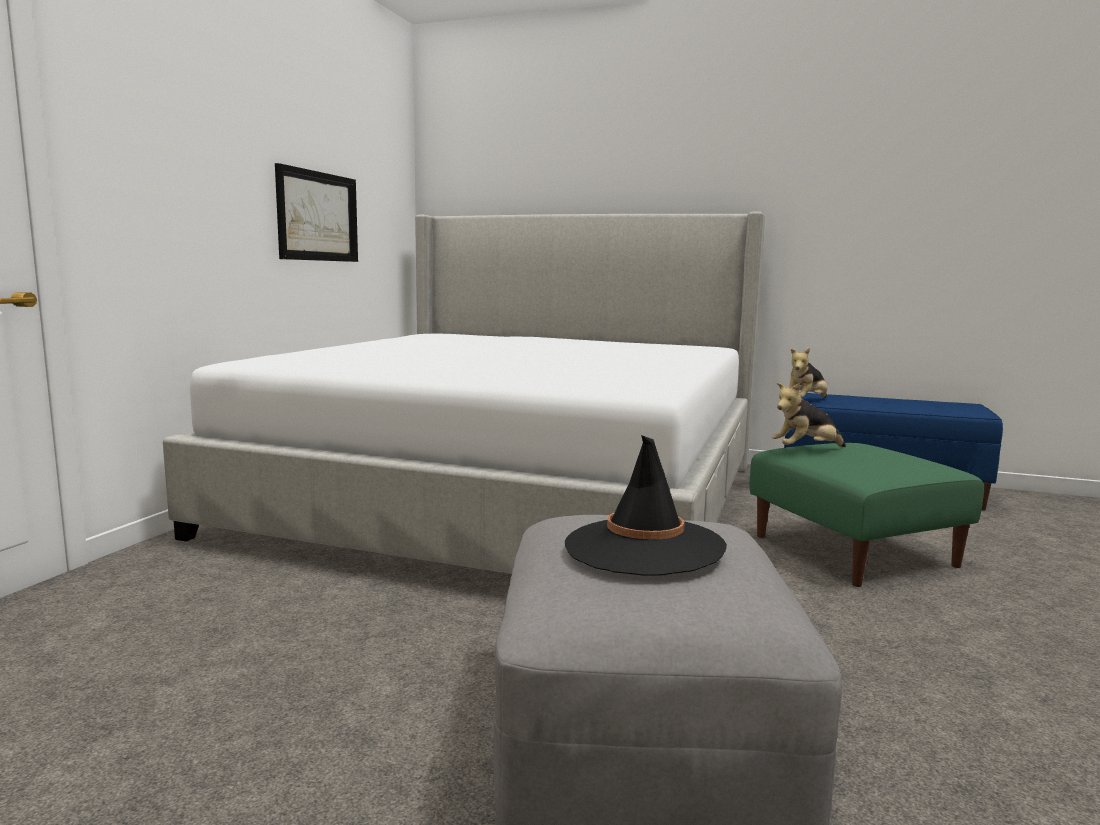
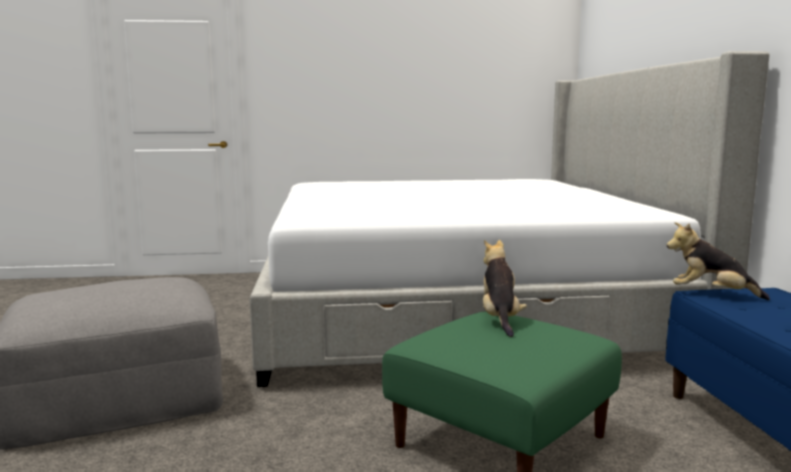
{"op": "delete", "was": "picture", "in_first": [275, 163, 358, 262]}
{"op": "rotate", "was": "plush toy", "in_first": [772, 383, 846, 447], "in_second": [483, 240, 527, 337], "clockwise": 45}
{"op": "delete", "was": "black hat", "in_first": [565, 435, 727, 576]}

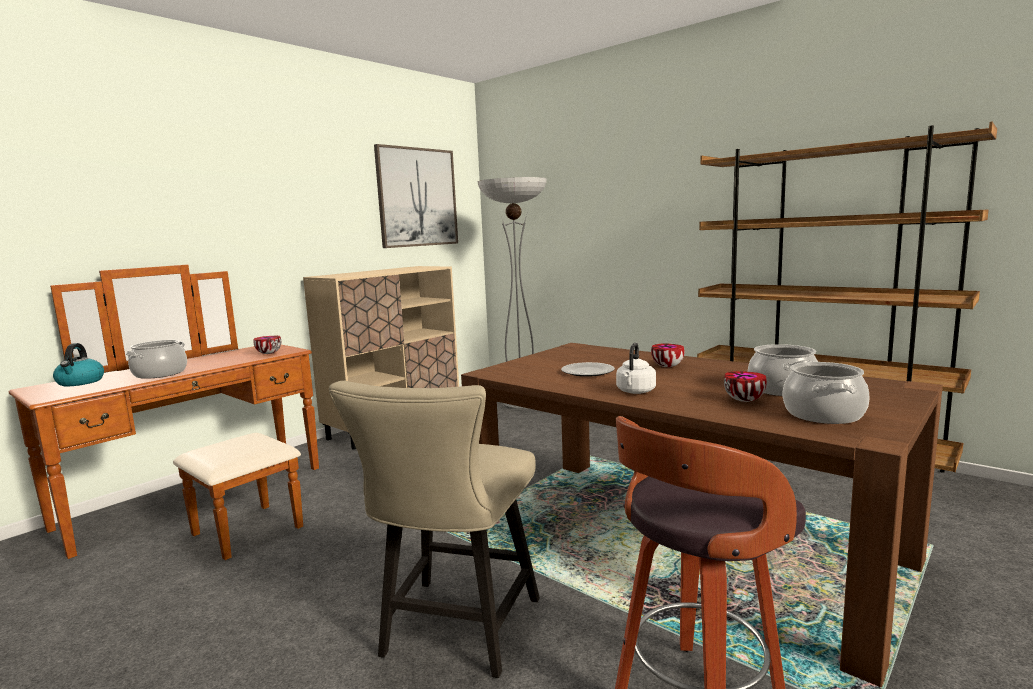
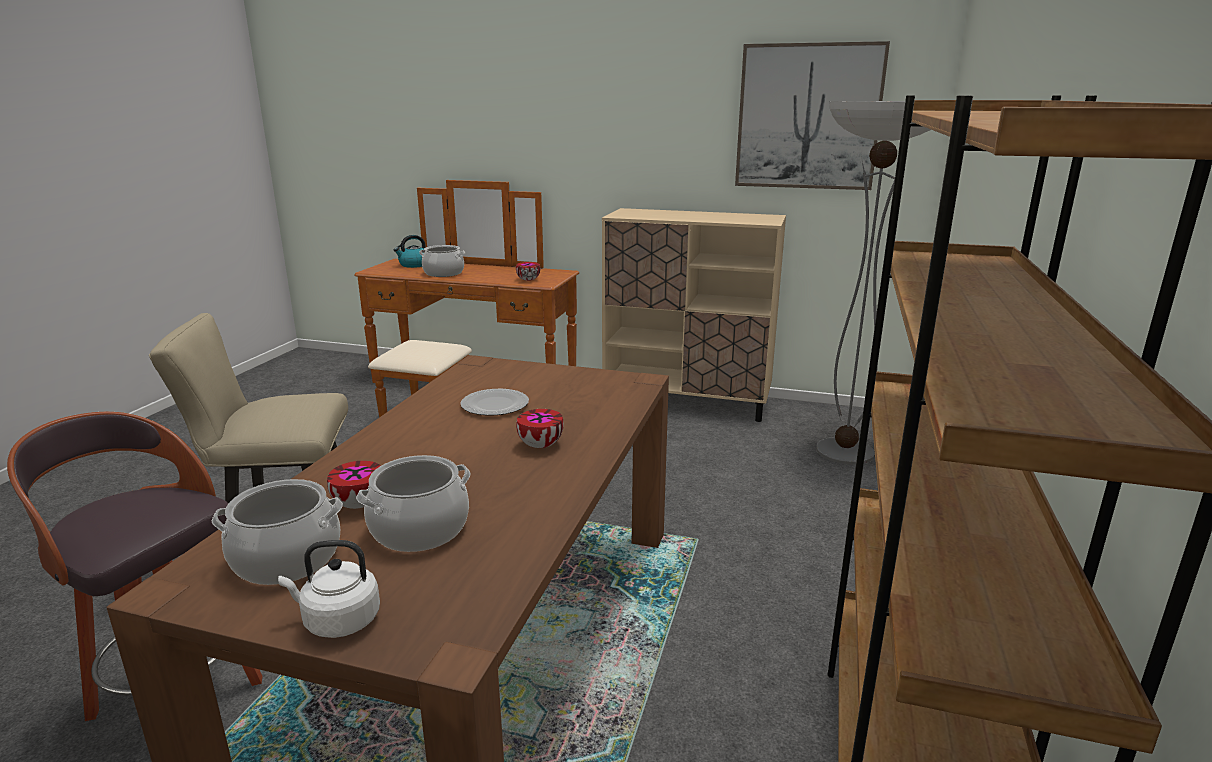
{"op": "move", "was": "white kettle", "in_first": [616, 342, 656, 394], "in_second": [278, 540, 380, 638]}

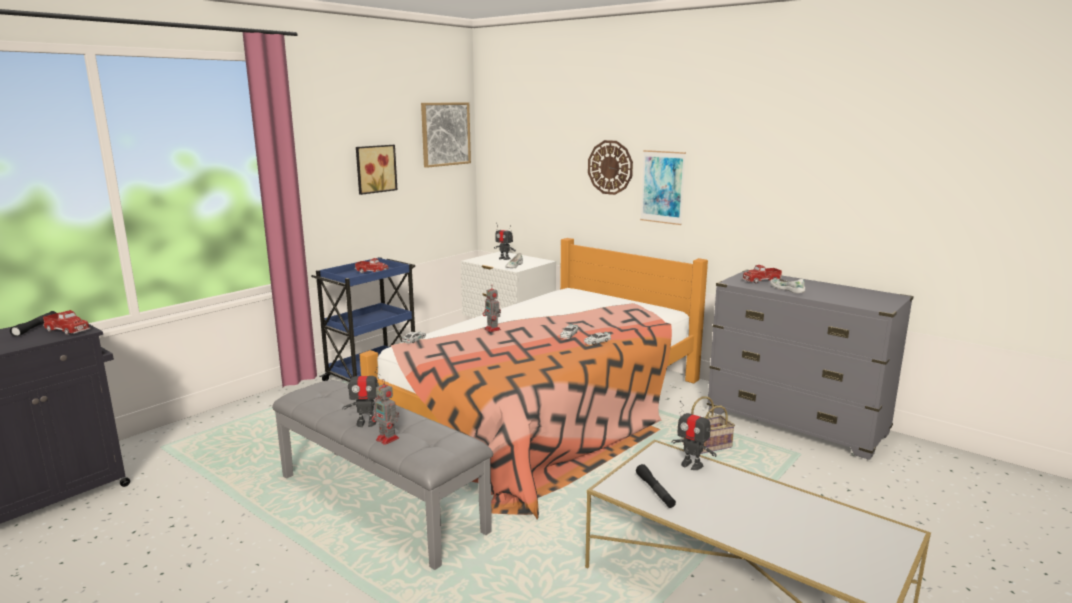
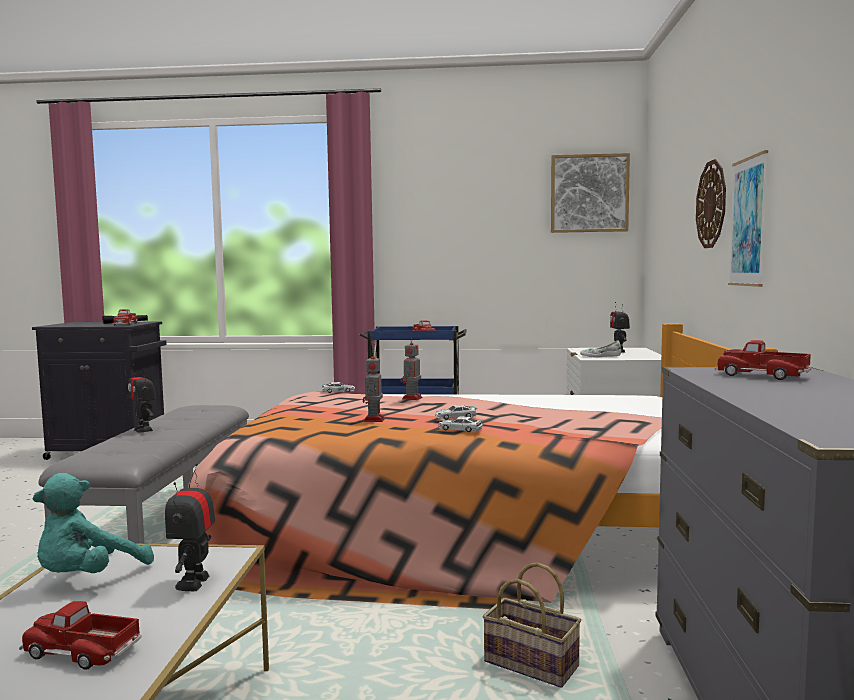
{"op": "delete", "was": "picture", "in_first": [356, 145, 397, 195]}
{"op": "delete", "was": "white shoe", "in_first": [770, 279, 805, 293]}
{"op": "move", "was": "toy robot", "in_first": [372, 380, 399, 445], "in_second": [363, 351, 385, 422]}
{"op": "replace", "was": "black flashlight", "now": "turquoise plush toy", "in_first": [636, 464, 676, 508], "in_second": [32, 473, 154, 573]}
{"op": "insert", "now": "toy truck", "in_second": [19, 601, 142, 670]}

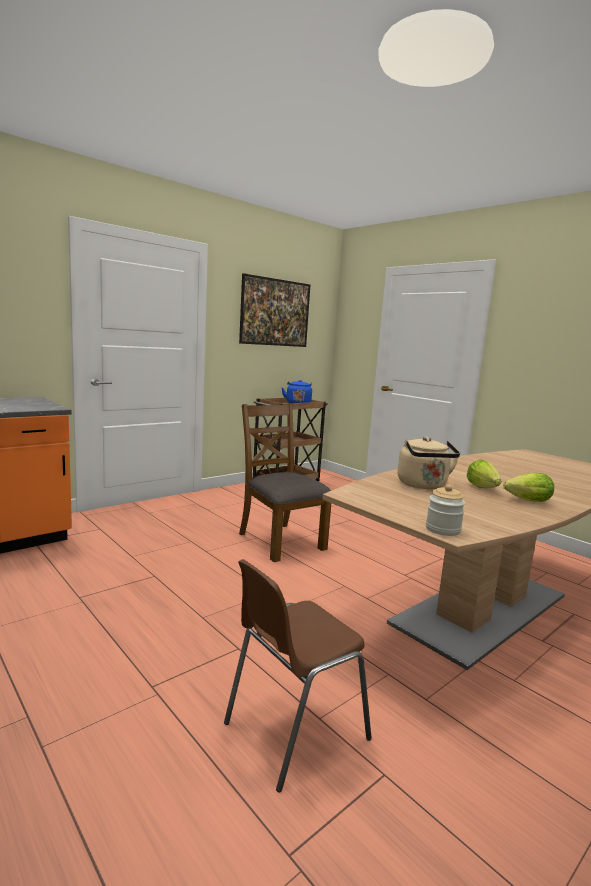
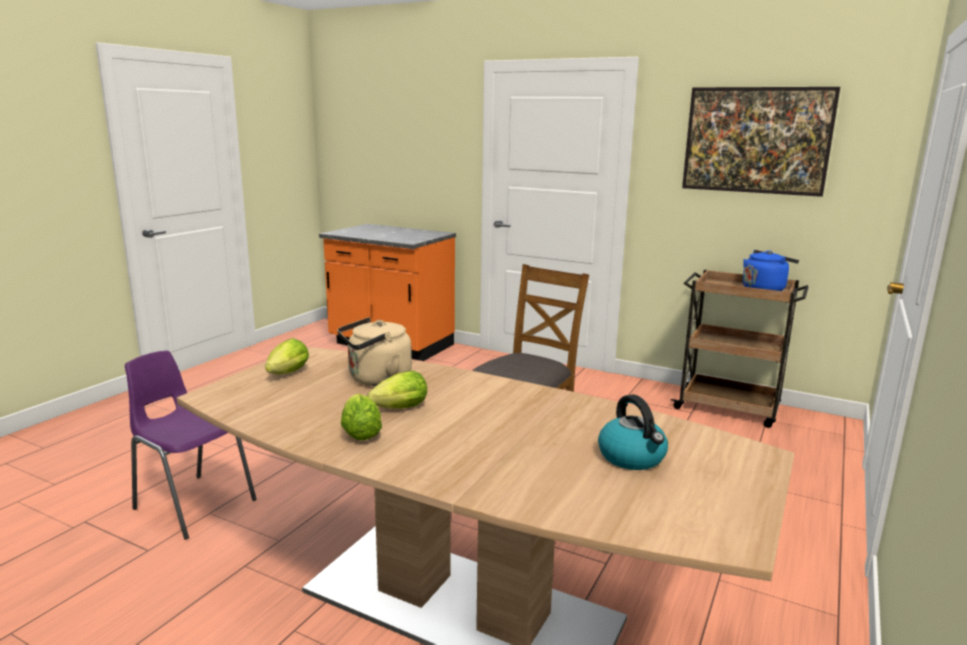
{"op": "delete", "was": "jar", "in_first": [426, 485, 465, 536]}
{"op": "recolor", "was": "brown chair", "now": "purple chair", "in_first": [224, 559, 372, 793], "in_second": [125, 351, 256, 539]}
{"op": "insert", "now": "lettuce", "in_second": [265, 338, 309, 375]}
{"op": "insert", "now": "kettle", "in_second": [598, 394, 668, 470]}

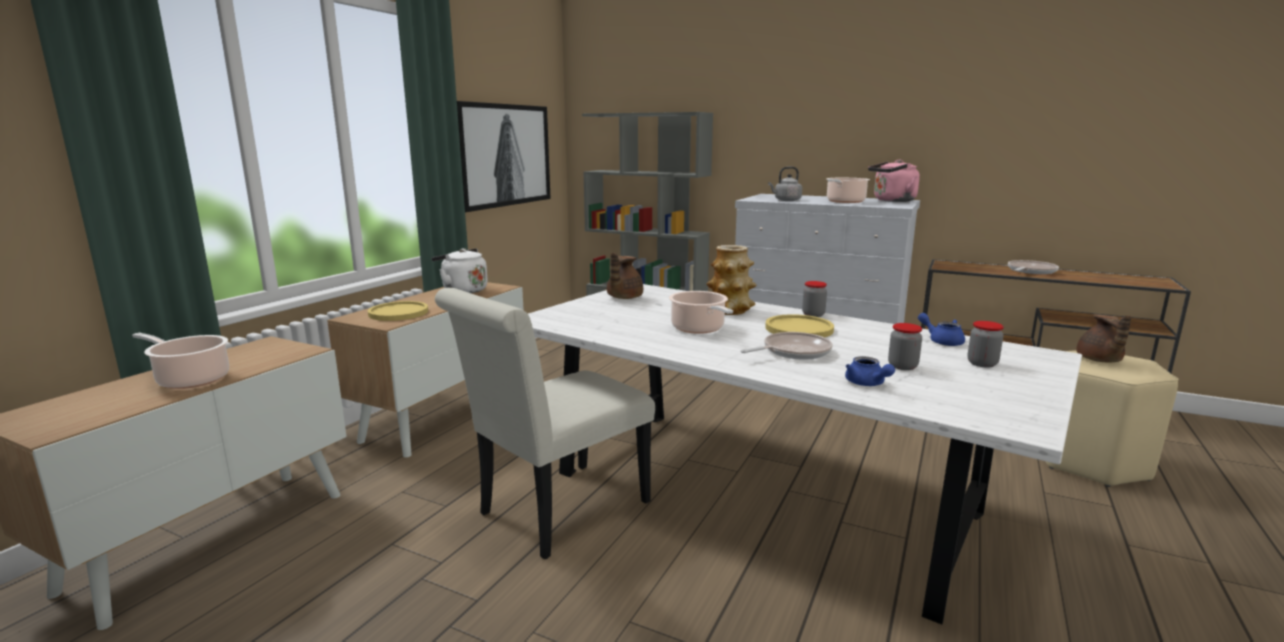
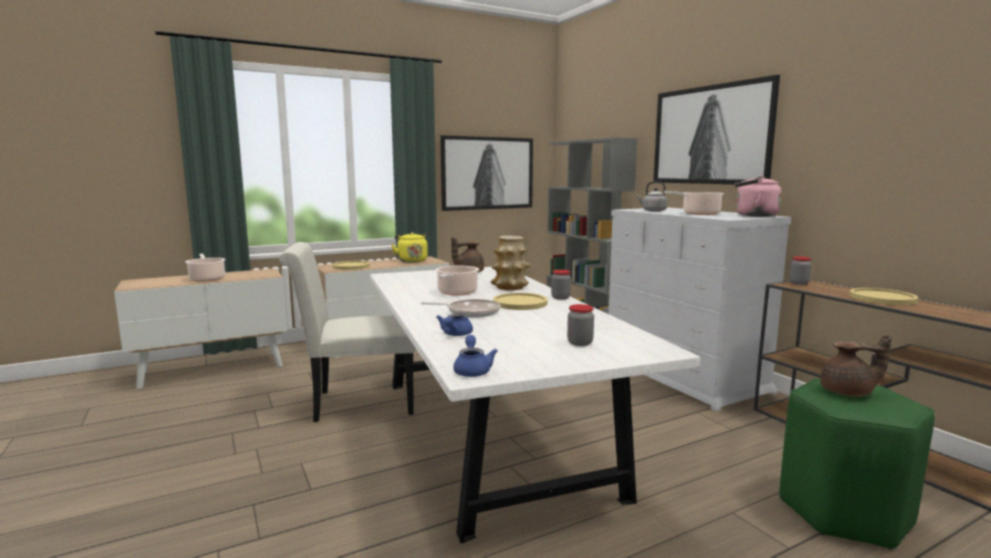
{"op": "recolor", "was": "white kettle", "now": "yellow kettle", "in_first": [431, 248, 488, 293], "in_second": [391, 232, 428, 263]}
{"op": "replace", "was": "frying pan", "now": "yellow plate", "in_first": [1008, 260, 1059, 274], "in_second": [850, 288, 918, 305]}
{"op": "move", "was": "blue teapot", "in_first": [918, 313, 965, 346], "in_second": [453, 335, 498, 377]}
{"op": "rotate", "was": "brown teapot", "in_first": [1076, 315, 1131, 362], "in_second": [820, 335, 892, 397], "clockwise": -120}
{"op": "move", "was": "jar", "in_first": [888, 323, 922, 370], "in_second": [789, 256, 812, 285]}
{"op": "recolor", "was": "beige stool", "now": "green stool", "in_first": [1045, 350, 1179, 487], "in_second": [779, 378, 935, 550]}
{"op": "insert", "now": "picture", "in_second": [653, 75, 780, 184]}

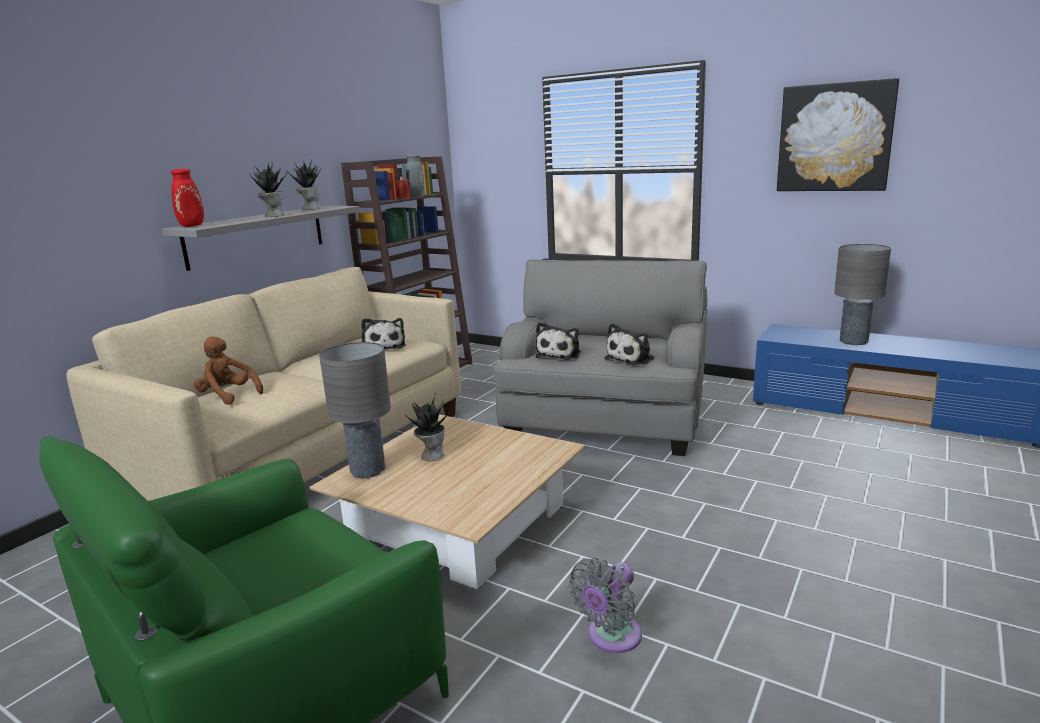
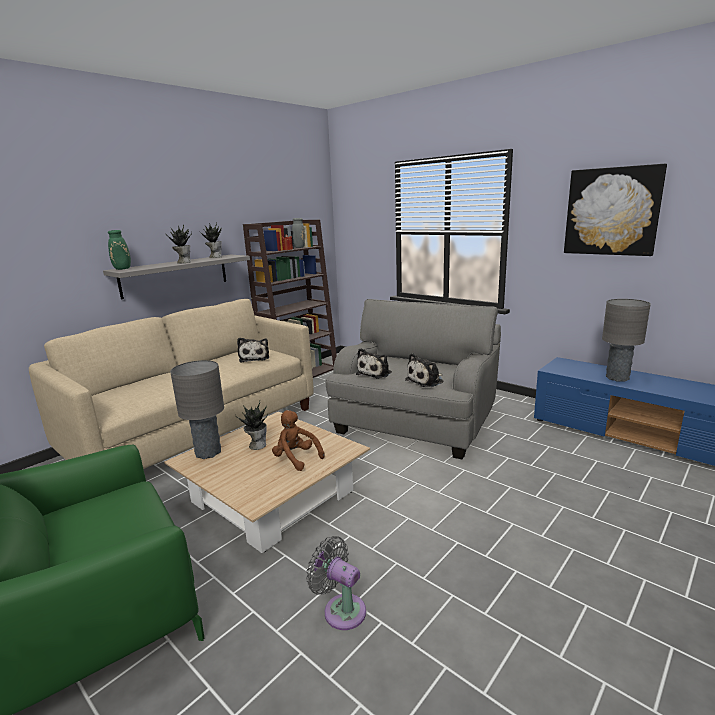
{"op": "recolor", "was": "red vase", "now": "green vase", "in_first": [171, 169, 204, 227], "in_second": [108, 230, 131, 270]}
{"op": "move", "was": "brown plush toy", "in_first": [194, 337, 263, 405], "in_second": [272, 410, 325, 471]}
{"op": "rotate", "was": "grey fan", "in_first": [569, 558, 642, 653], "in_second": [306, 536, 366, 630], "clockwise": 75}

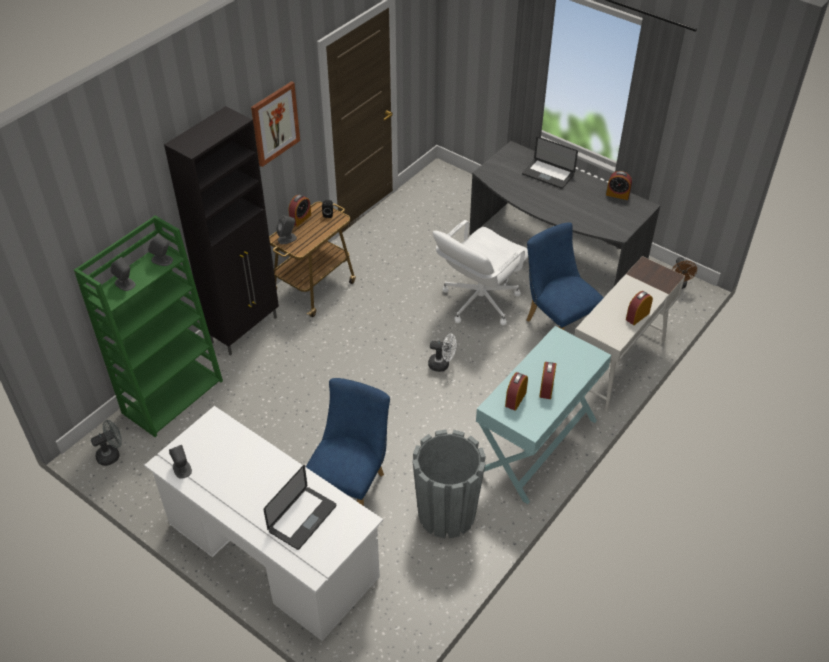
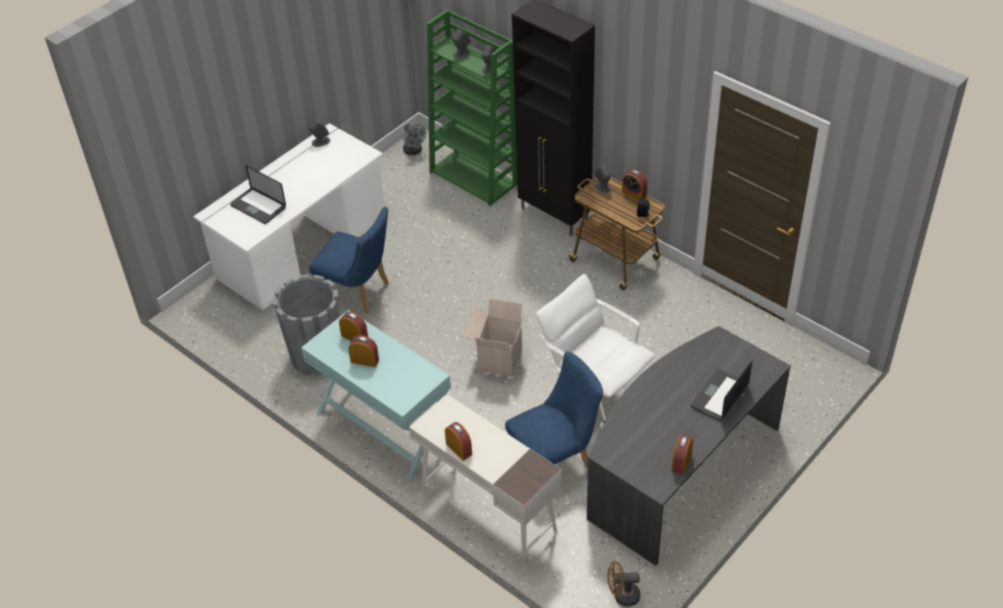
{"op": "delete", "was": "picture", "in_first": [251, 81, 300, 167]}
{"op": "replace", "was": "white fan", "now": "cardboard box", "in_first": [428, 334, 456, 372], "in_second": [465, 299, 526, 377]}

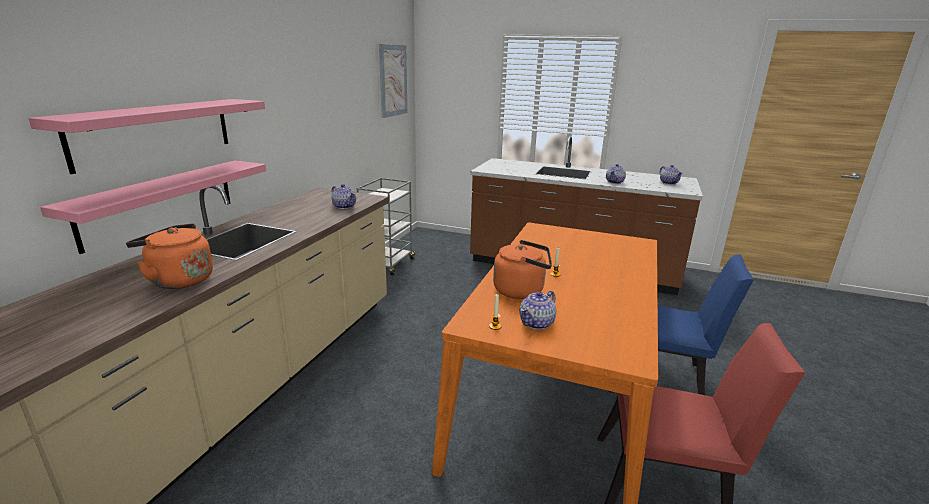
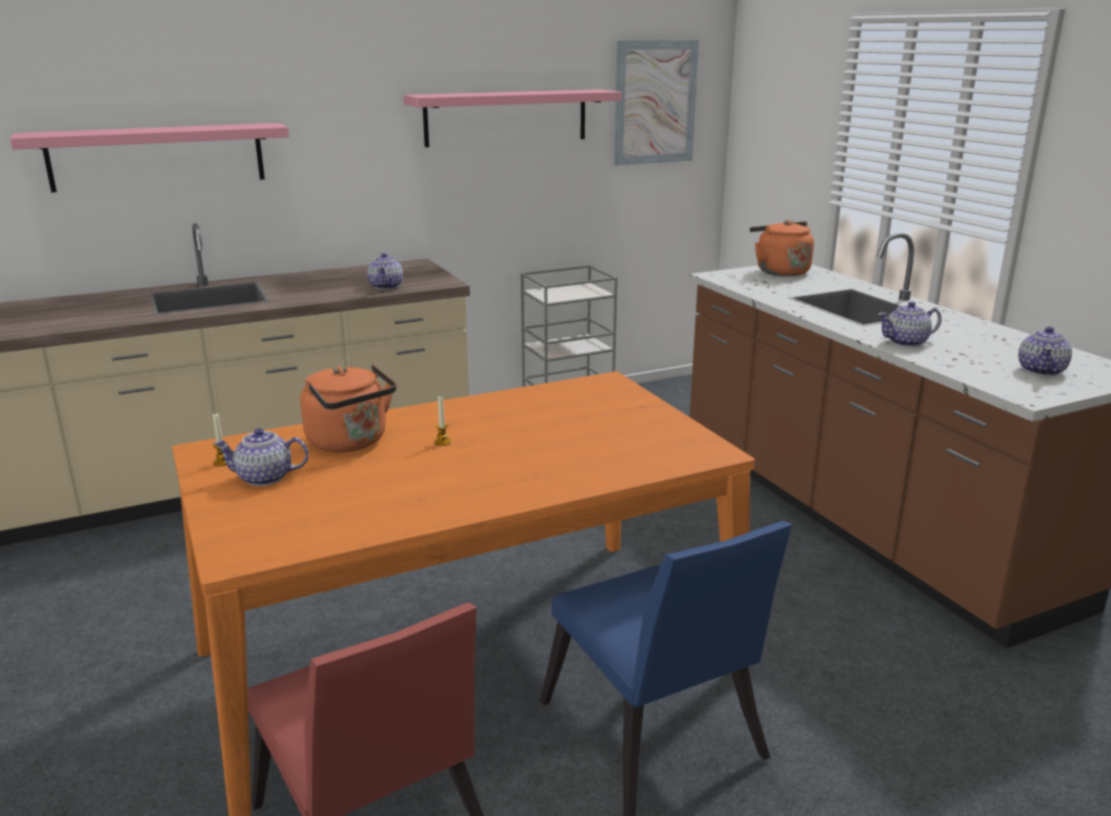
{"op": "move", "was": "pink shelf", "in_first": [40, 160, 266, 254], "in_second": [404, 89, 622, 147]}
{"op": "move", "was": "orange kettle", "in_first": [126, 223, 213, 289], "in_second": [750, 220, 814, 276]}

